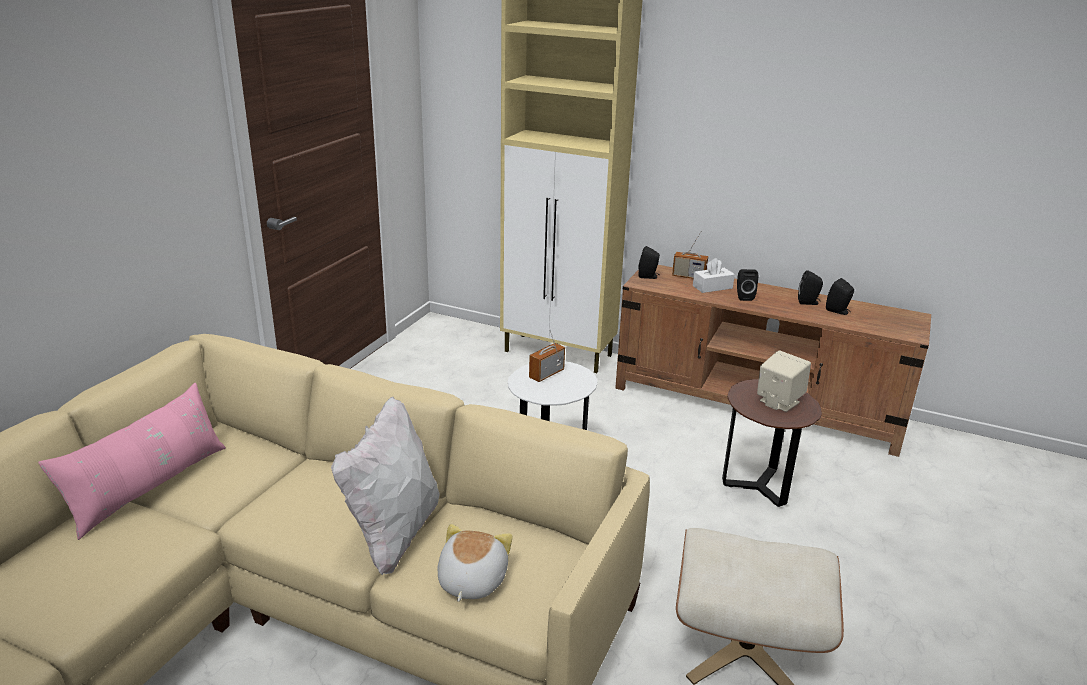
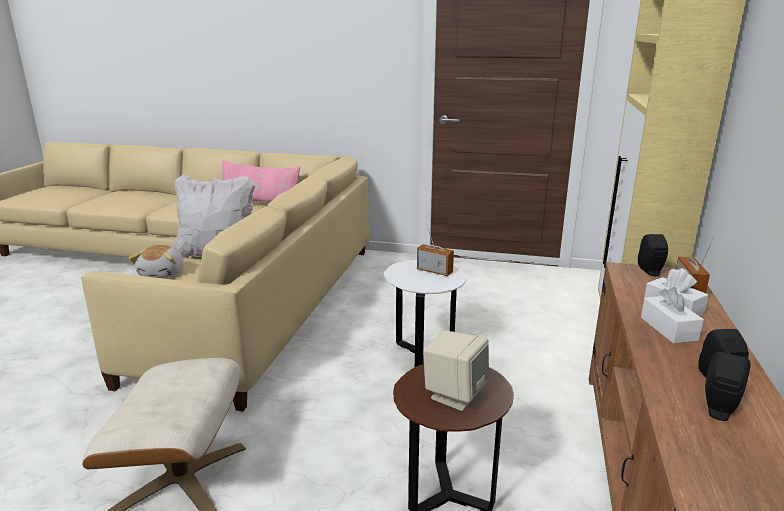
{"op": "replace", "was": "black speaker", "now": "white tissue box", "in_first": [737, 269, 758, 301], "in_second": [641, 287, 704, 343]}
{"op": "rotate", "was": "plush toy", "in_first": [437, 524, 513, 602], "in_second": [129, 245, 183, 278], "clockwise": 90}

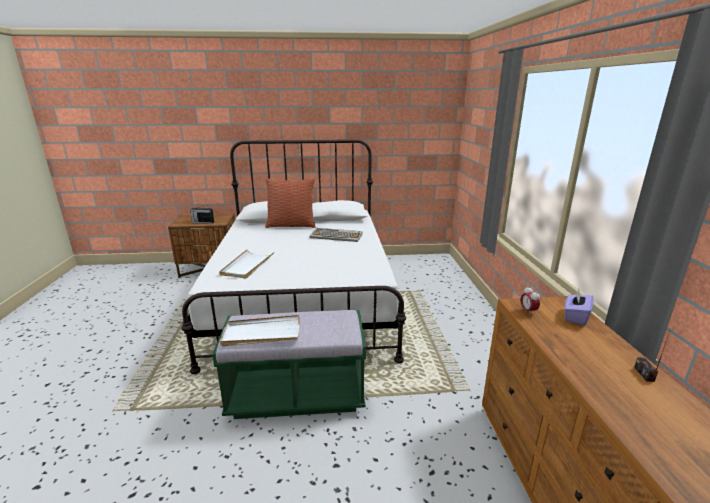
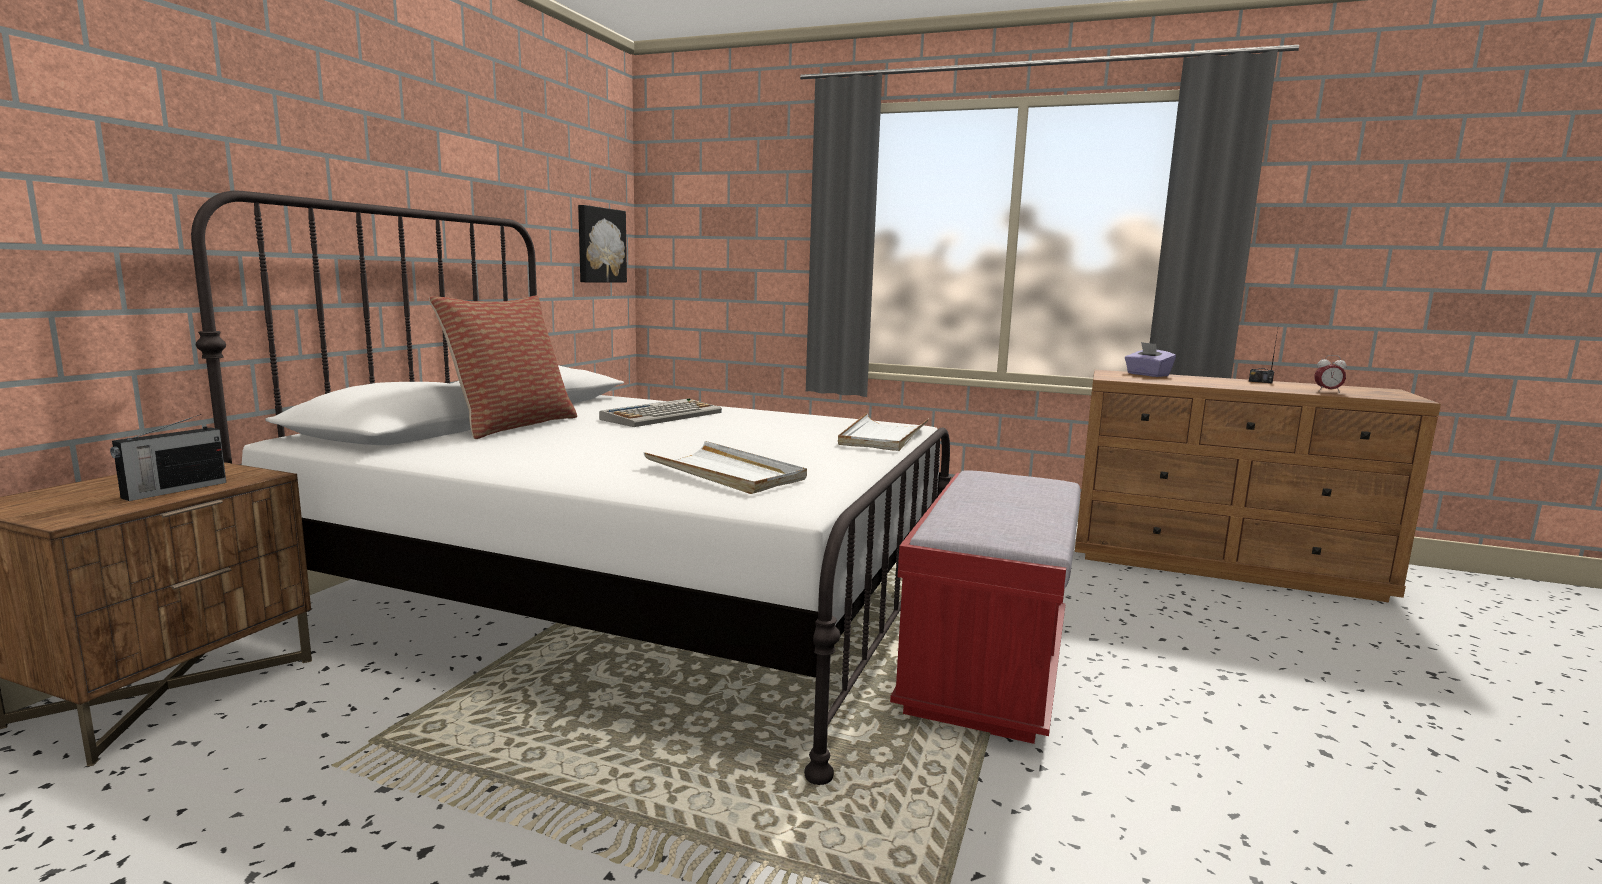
{"op": "move", "was": "alarm clock", "in_first": [521, 286, 540, 316], "in_second": [1314, 355, 1347, 393]}
{"op": "recolor", "was": "green bench", "now": "red bench", "in_first": [212, 310, 366, 419], "in_second": [890, 470, 1080, 744]}
{"op": "move", "was": "white tray", "in_first": [220, 315, 299, 346], "in_second": [838, 413, 929, 451]}
{"op": "insert", "now": "picture", "in_second": [578, 205, 627, 282]}

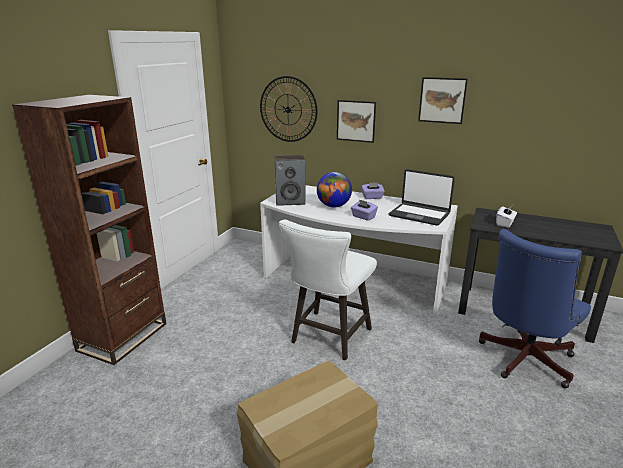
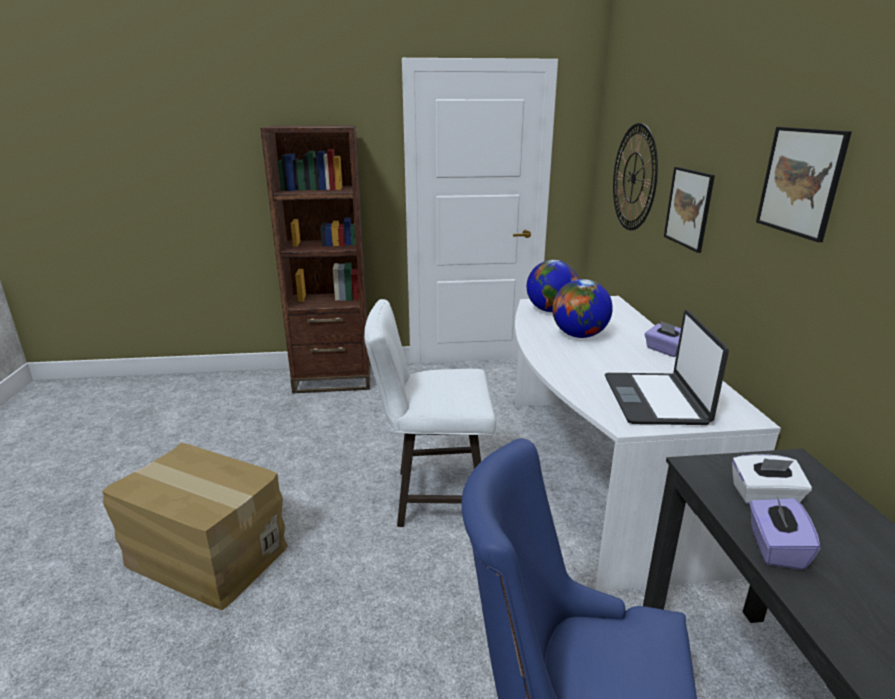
{"op": "replace", "was": "speaker", "now": "globe", "in_first": [275, 155, 305, 206], "in_second": [527, 260, 579, 312]}
{"op": "move", "was": "purple tissue box", "in_first": [351, 199, 378, 221], "in_second": [750, 496, 820, 570]}

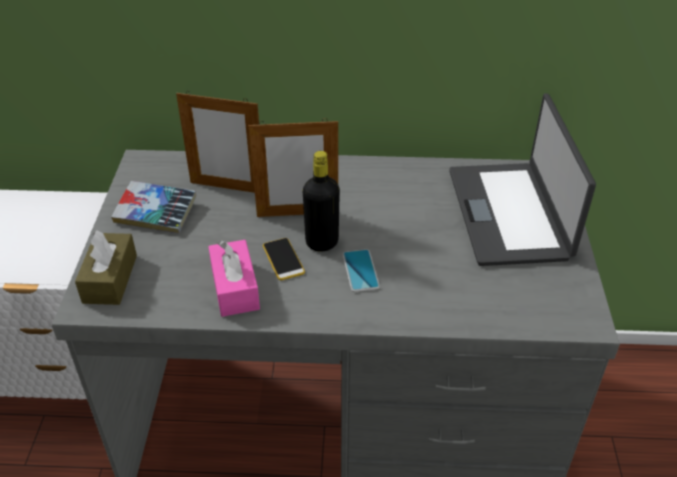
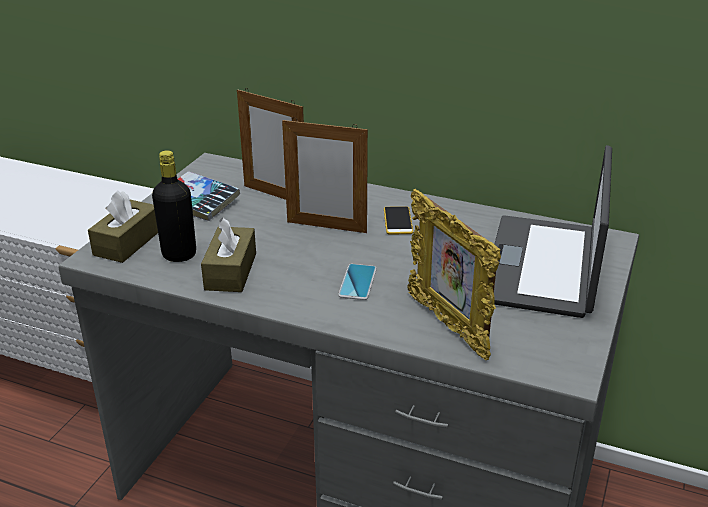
{"op": "move", "was": "black bottle", "in_first": [303, 151, 340, 252], "in_second": [152, 150, 196, 262]}
{"op": "move", "was": "phone", "in_first": [263, 238, 305, 280], "in_second": [384, 206, 413, 235]}
{"op": "recolor", "was": "pink tissue box", "now": "brown tissue box", "in_first": [208, 240, 260, 317], "in_second": [201, 218, 256, 292]}
{"op": "insert", "now": "picture frame", "in_second": [407, 189, 501, 360]}

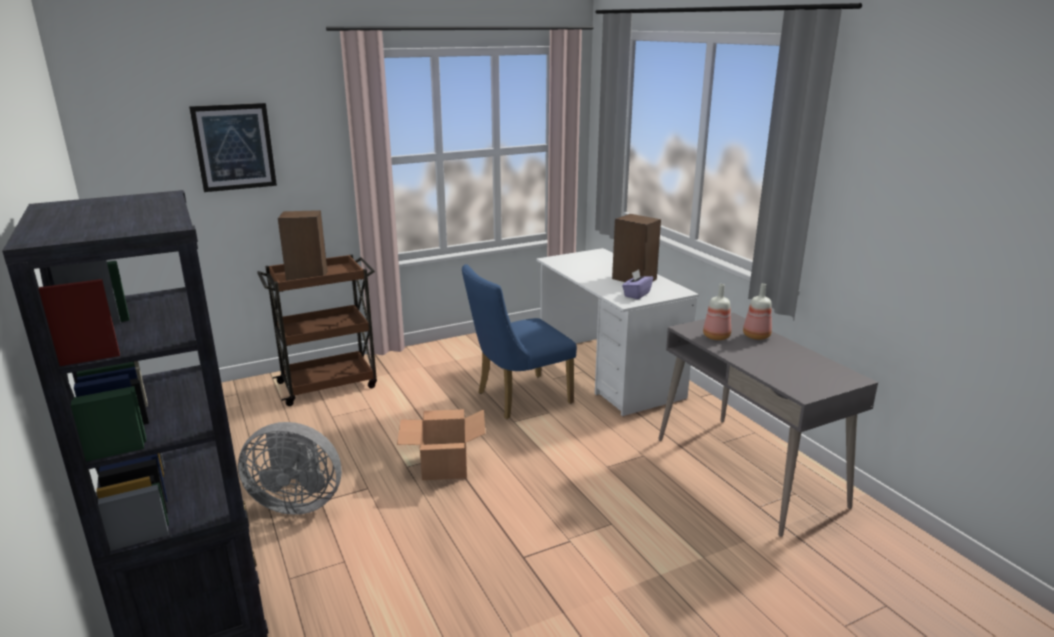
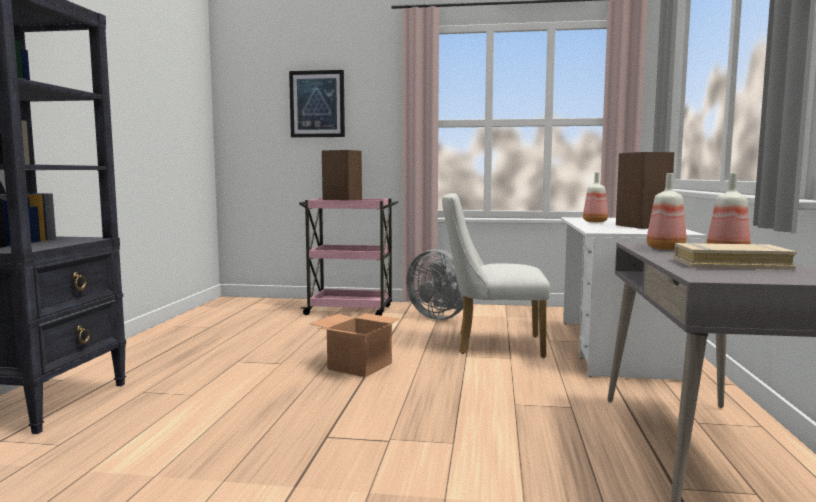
{"op": "recolor", "was": "brown cart", "now": "pink cart", "in_first": [257, 254, 377, 406], "in_second": [299, 198, 398, 316]}
{"op": "recolor", "was": "blue chair", "now": "white chair", "in_first": [462, 264, 577, 419], "in_second": [442, 193, 550, 358]}
{"op": "delete", "was": "purple tissue box", "in_first": [622, 269, 653, 299]}
{"op": "move", "was": "grey fan", "in_first": [238, 422, 342, 515], "in_second": [406, 249, 463, 320]}
{"op": "insert", "now": "bottle", "in_second": [583, 172, 608, 222]}
{"op": "insert", "now": "beige book", "in_second": [674, 242, 797, 270]}

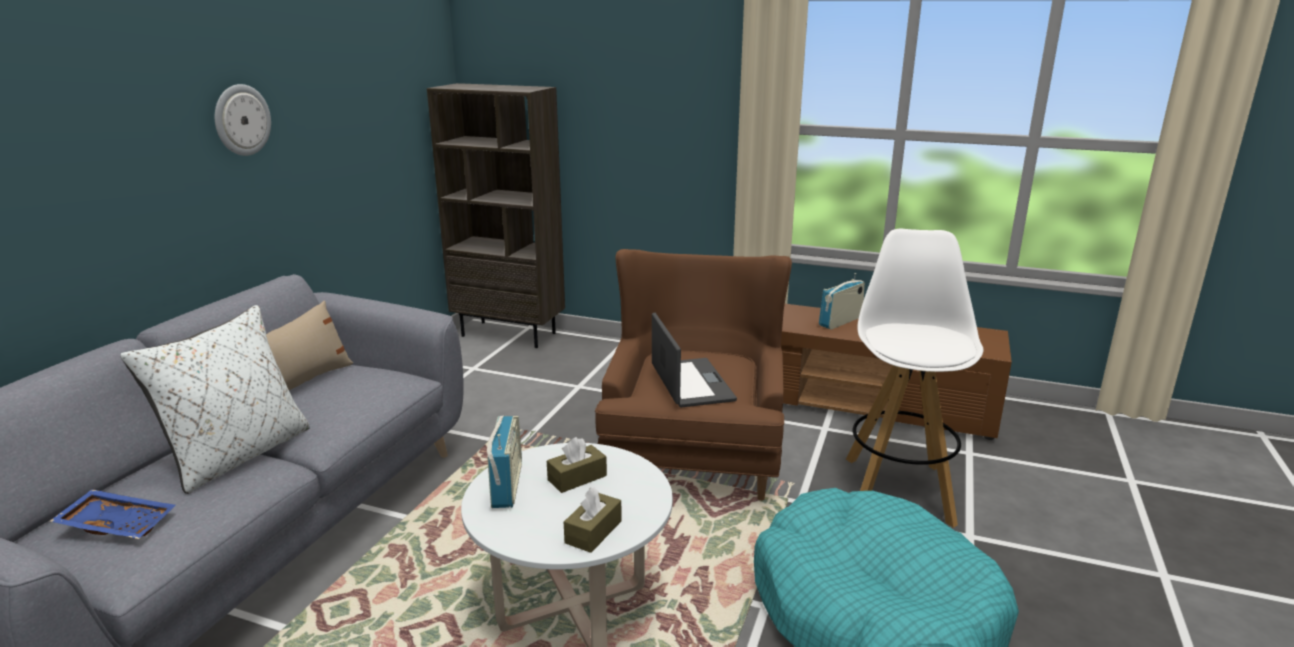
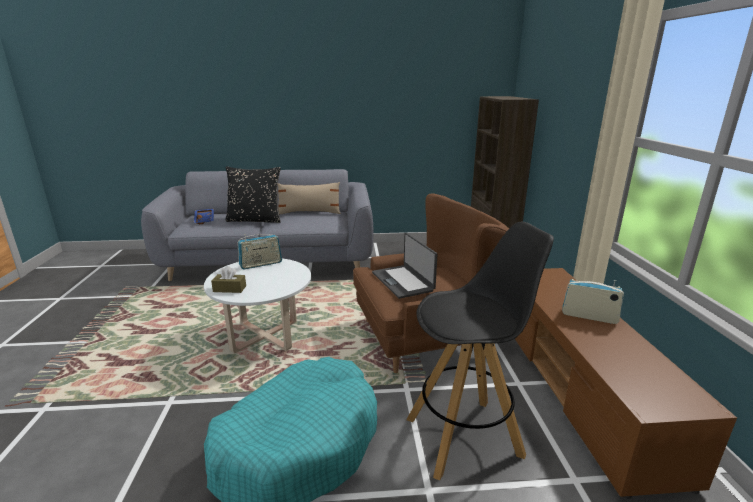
{"op": "delete", "was": "wall clock", "in_first": [215, 84, 271, 156]}
{"op": "recolor", "was": "white stool", "now": "black stool", "in_first": [846, 228, 984, 528], "in_second": [406, 222, 554, 481]}
{"op": "recolor", "was": "white pillow", "now": "black pillow", "in_first": [120, 305, 310, 494], "in_second": [225, 166, 281, 223]}
{"op": "rotate", "was": "laptop", "in_first": [652, 313, 737, 408], "in_second": [372, 233, 437, 299], "clockwise": 105}
{"op": "delete", "was": "brown tissue box", "in_first": [547, 437, 607, 493]}

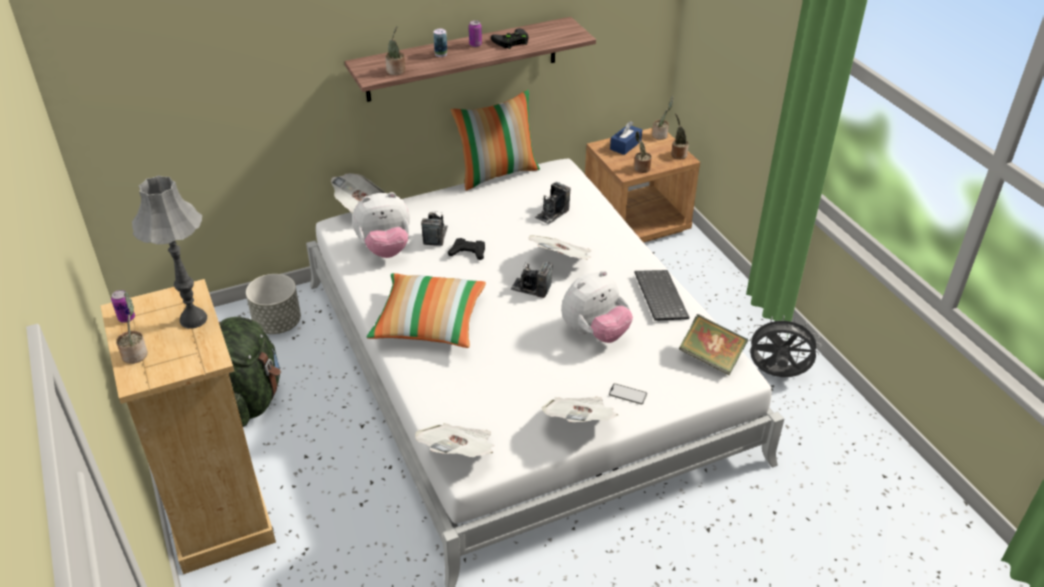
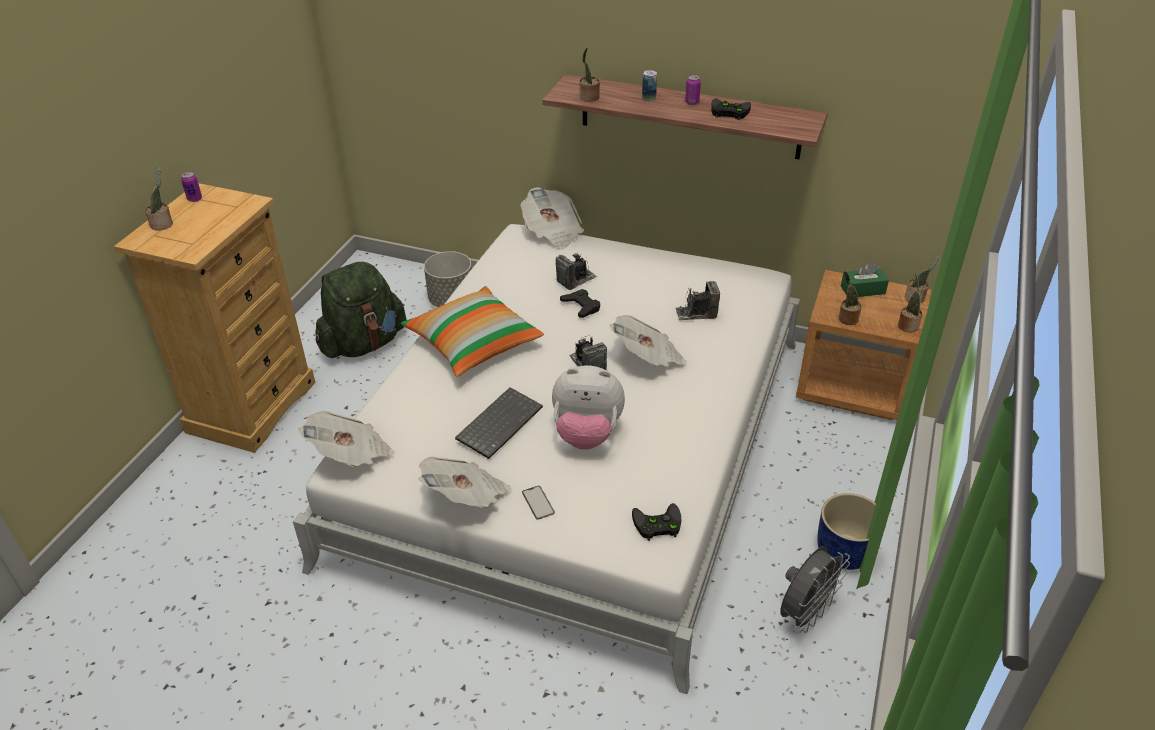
{"op": "delete", "was": "pillow", "in_first": [451, 90, 540, 191]}
{"op": "recolor", "was": "blue tissue box", "now": "green tissue box", "in_first": [610, 121, 642, 155], "in_second": [841, 263, 889, 297]}
{"op": "delete", "was": "grey table lamp", "in_first": [132, 175, 207, 329]}
{"op": "delete", "was": "plush toy", "in_first": [352, 192, 410, 258]}
{"op": "move", "was": "keyboard", "in_first": [634, 270, 689, 321], "in_second": [455, 387, 543, 459]}
{"op": "replace", "was": "book", "now": "black game controller", "in_first": [679, 314, 748, 375], "in_second": [632, 503, 681, 541]}
{"op": "rotate", "was": "grey fan", "in_first": [747, 315, 821, 377], "in_second": [780, 546, 850, 633], "clockwise": 75}
{"op": "insert", "now": "blue planter", "in_second": [817, 493, 886, 570]}

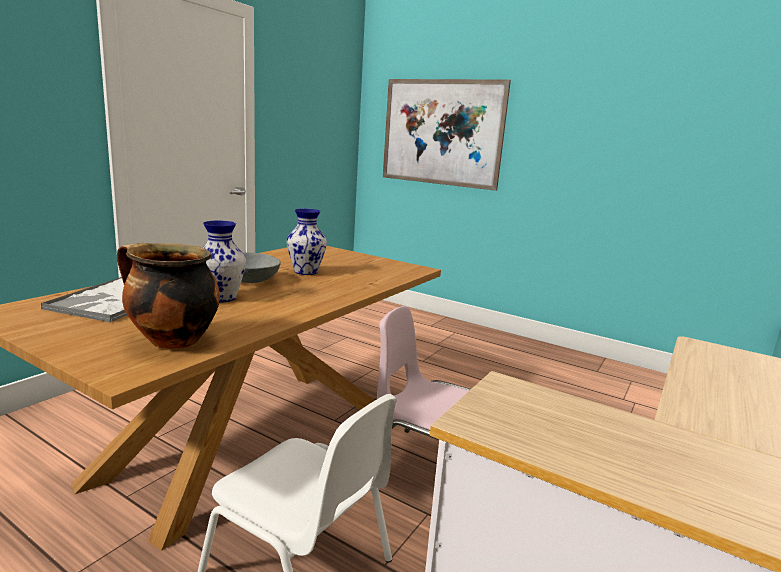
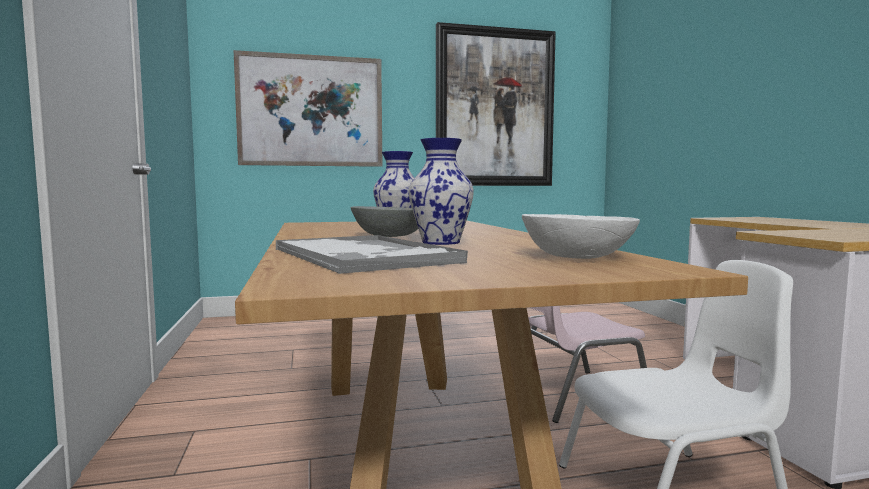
{"op": "replace", "was": "cooking pot", "now": "white bowl", "in_first": [117, 243, 220, 349], "in_second": [522, 214, 640, 259]}
{"op": "insert", "now": "picture", "in_second": [436, 22, 556, 186]}

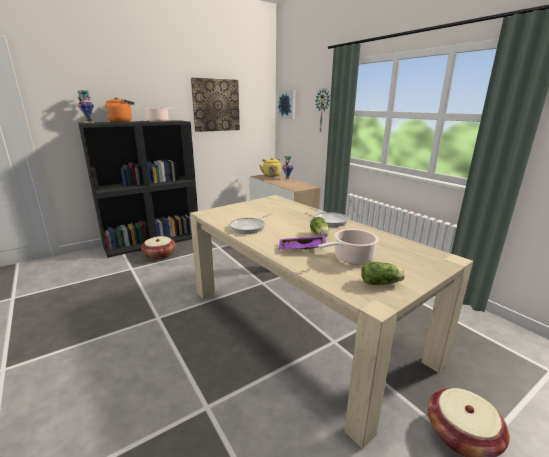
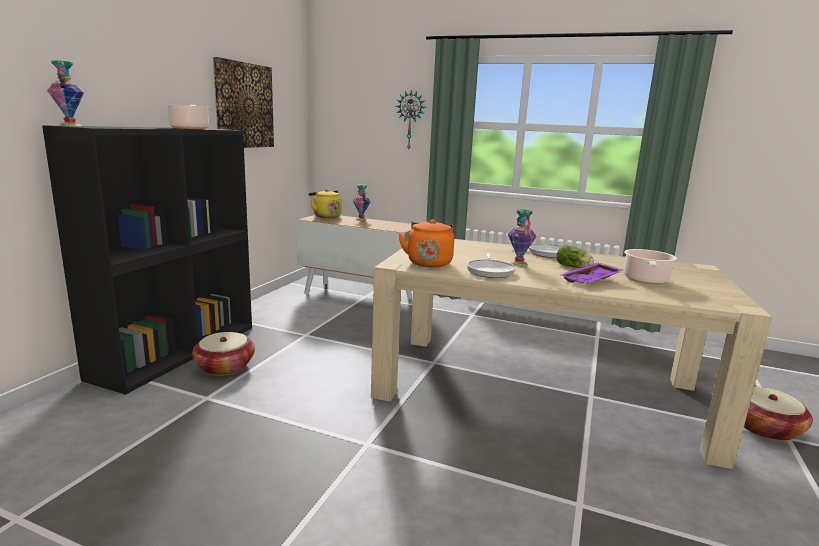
{"op": "delete", "was": "picture", "in_first": [277, 90, 296, 119]}
{"op": "move", "was": "orange kettle", "in_first": [105, 97, 135, 122], "in_second": [399, 219, 454, 267]}
{"op": "delete", "was": "lettuce", "in_first": [361, 262, 405, 285]}
{"op": "insert", "now": "vase", "in_second": [508, 209, 537, 267]}

